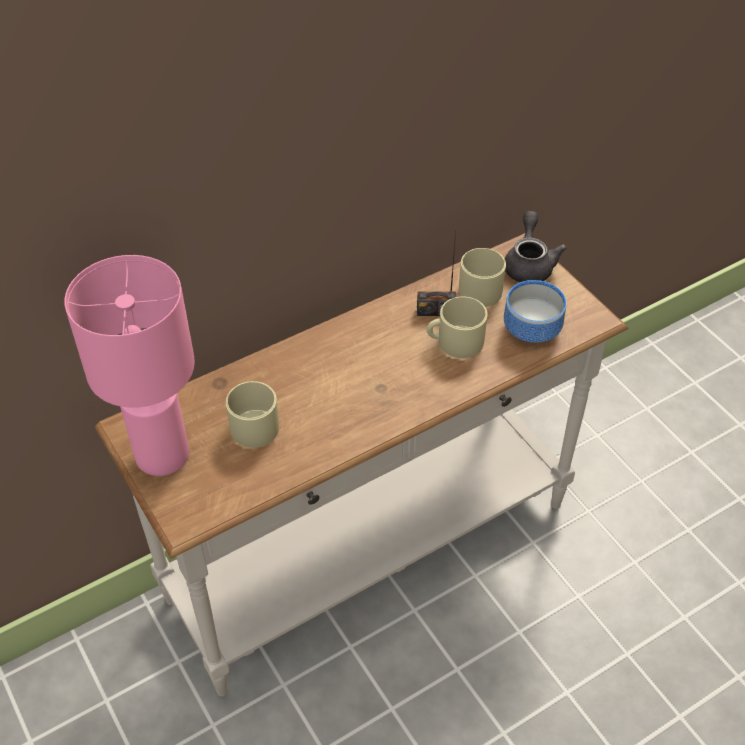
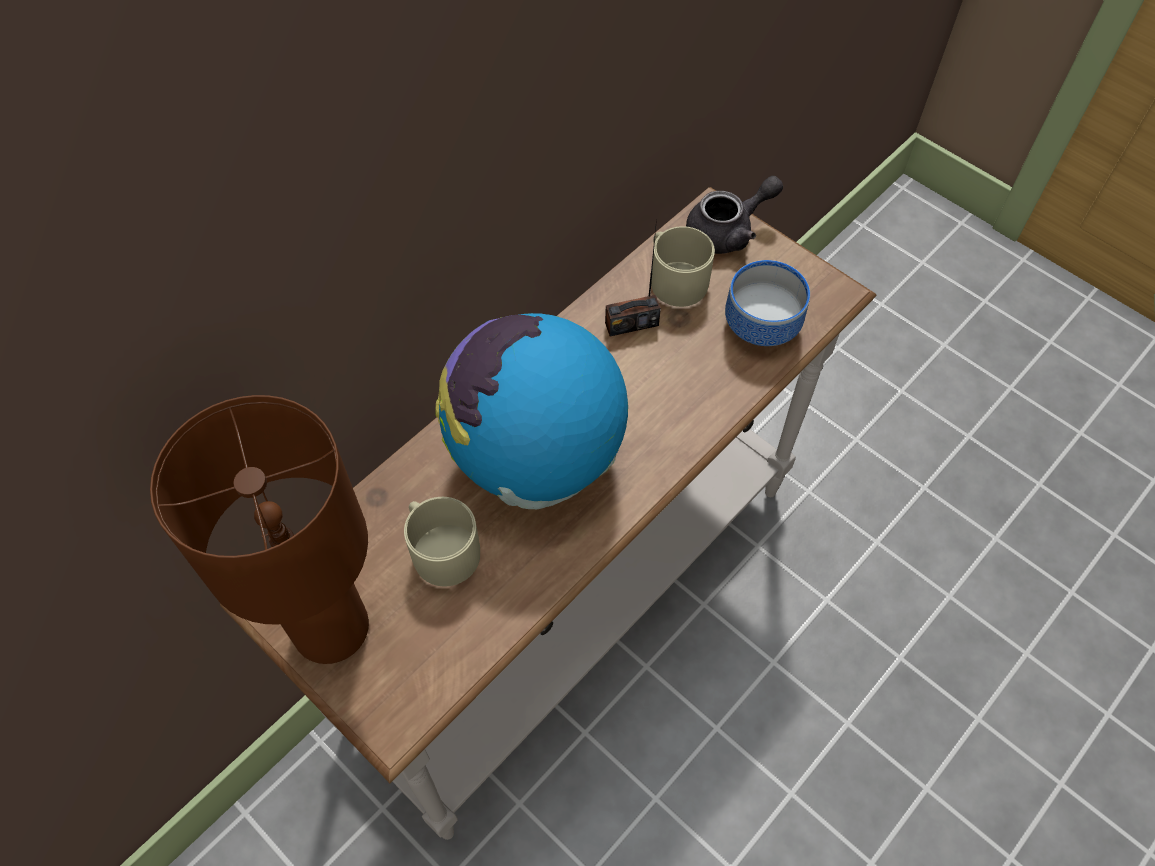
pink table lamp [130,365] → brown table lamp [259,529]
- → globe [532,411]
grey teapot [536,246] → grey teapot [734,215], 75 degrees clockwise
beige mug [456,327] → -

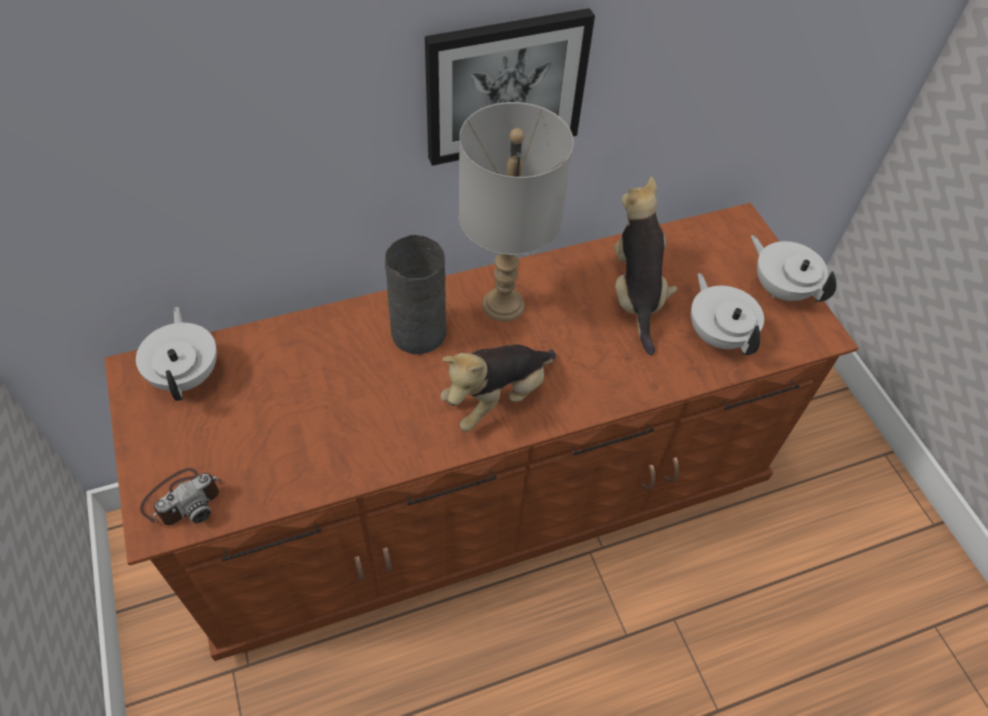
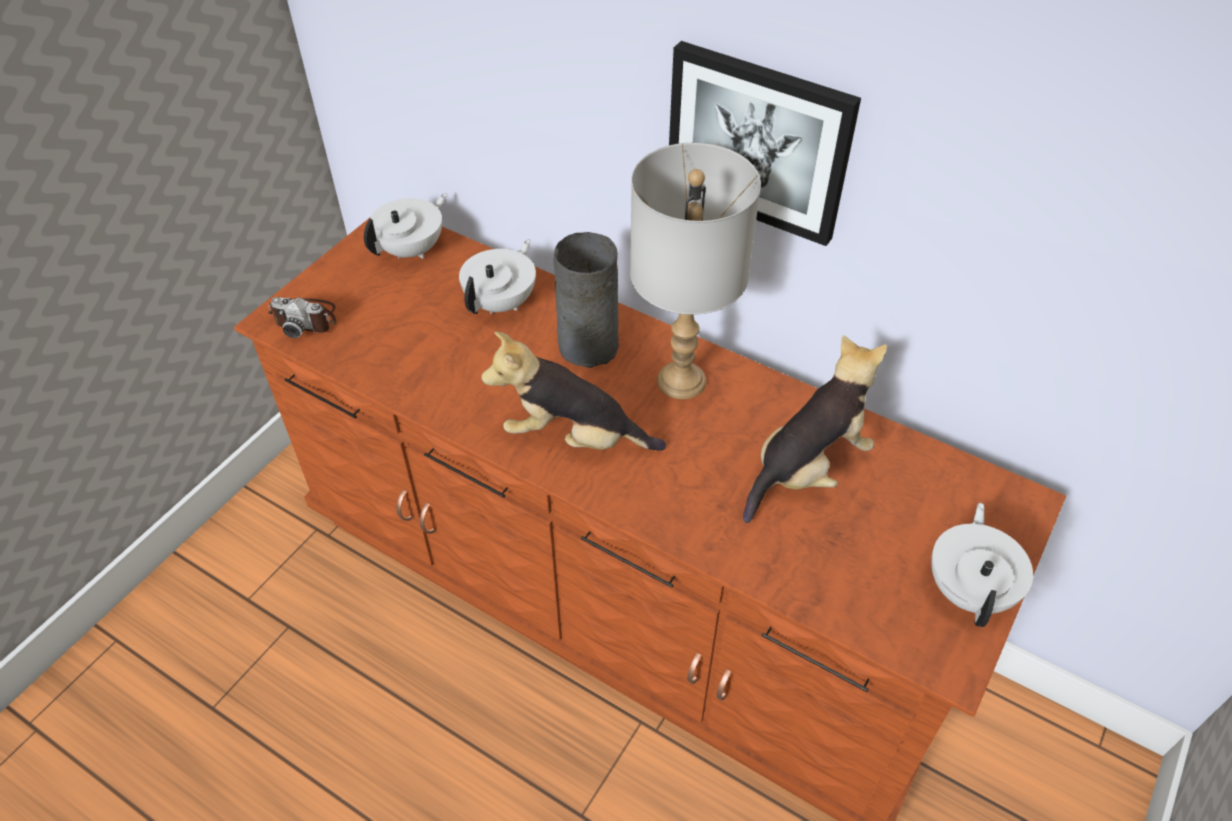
white teapot [727,314] → white teapot [497,277], moved

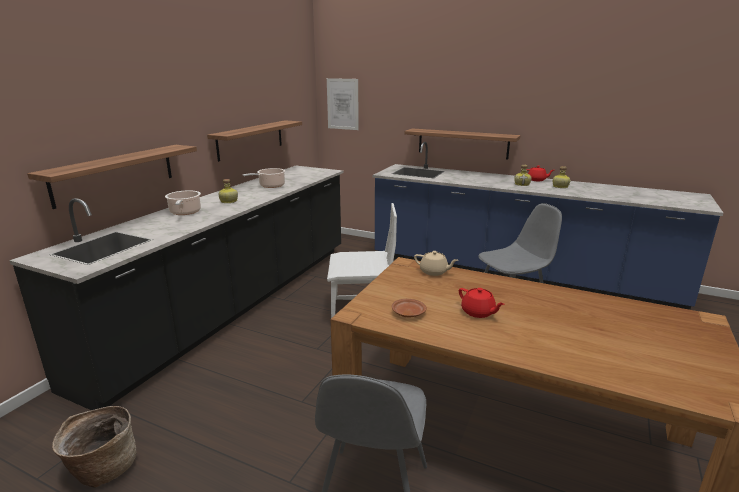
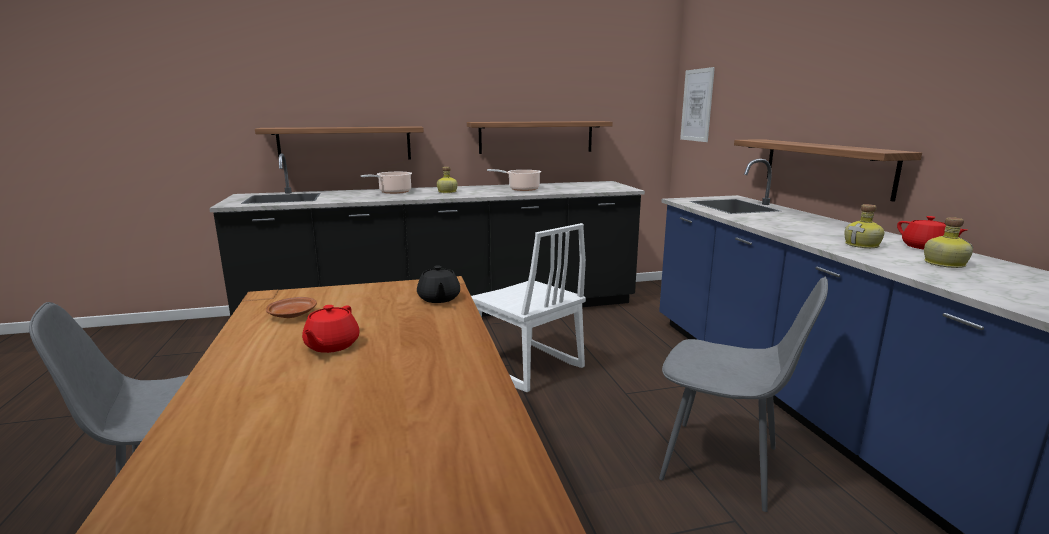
beige teapot [436,263] → black teapot [438,284]
basket [94,447] → -

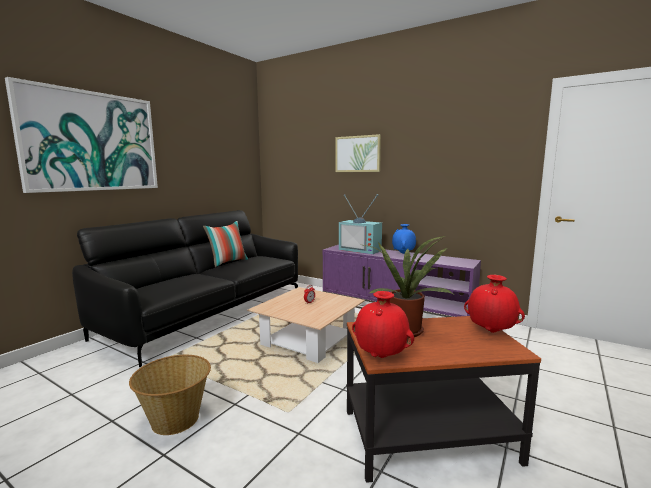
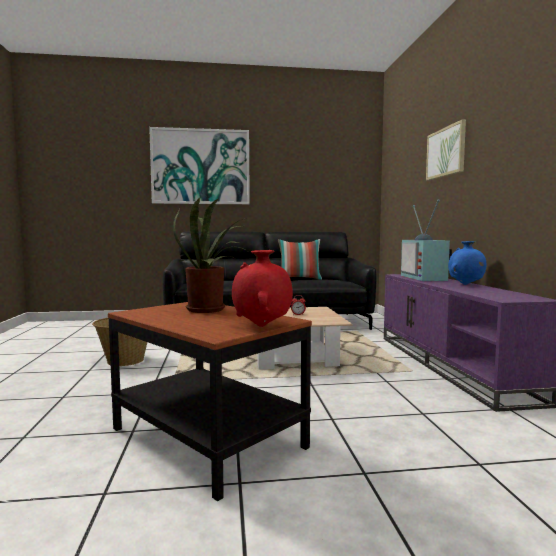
red vase [383,324] → -

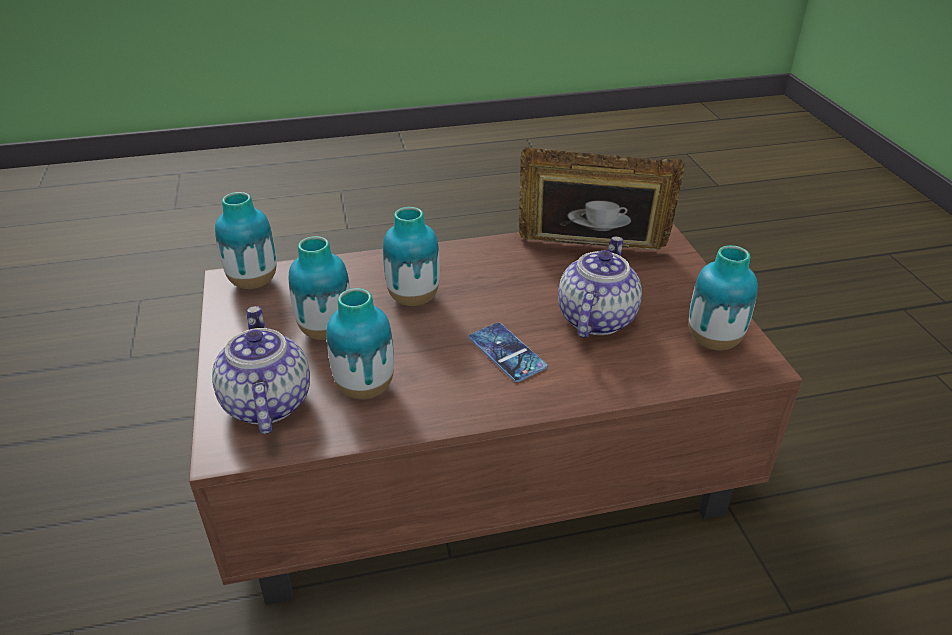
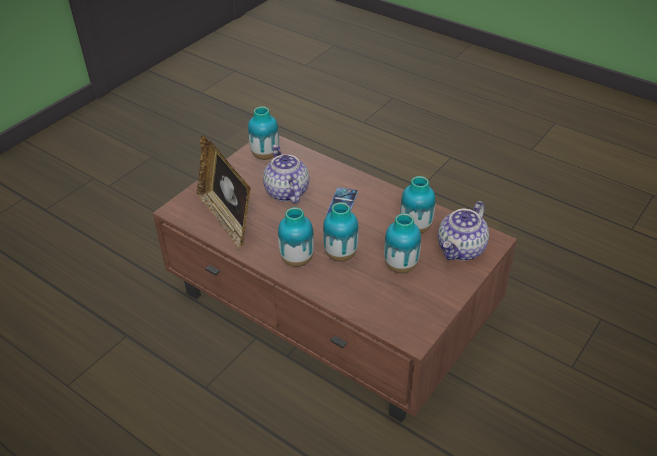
teapot [600,287] → teapot [286,174], 90 degrees clockwise
vase [245,240] → vase [296,237], moved

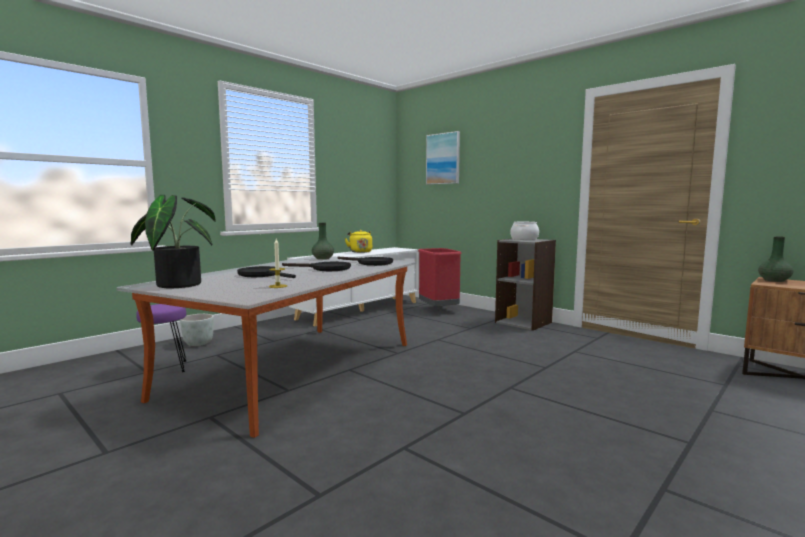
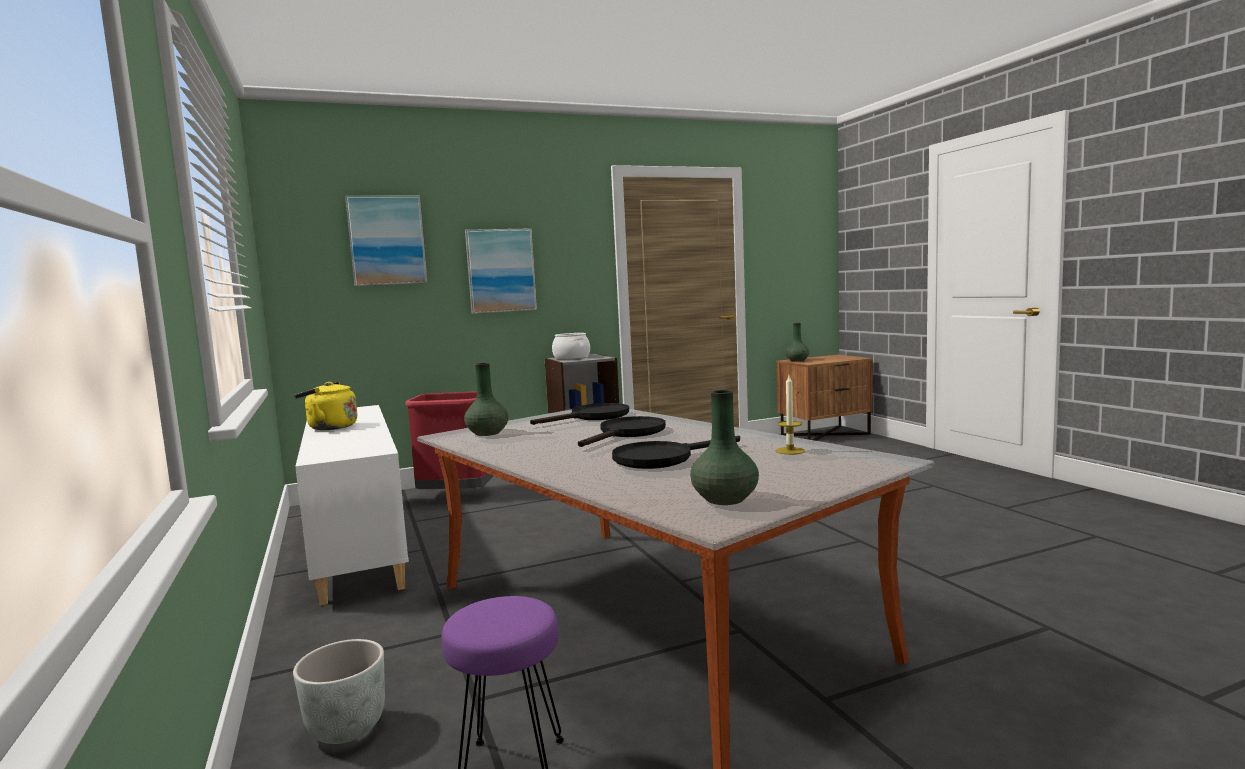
- → picture [501,271]
potted plant [173,241] → green vase [724,447]

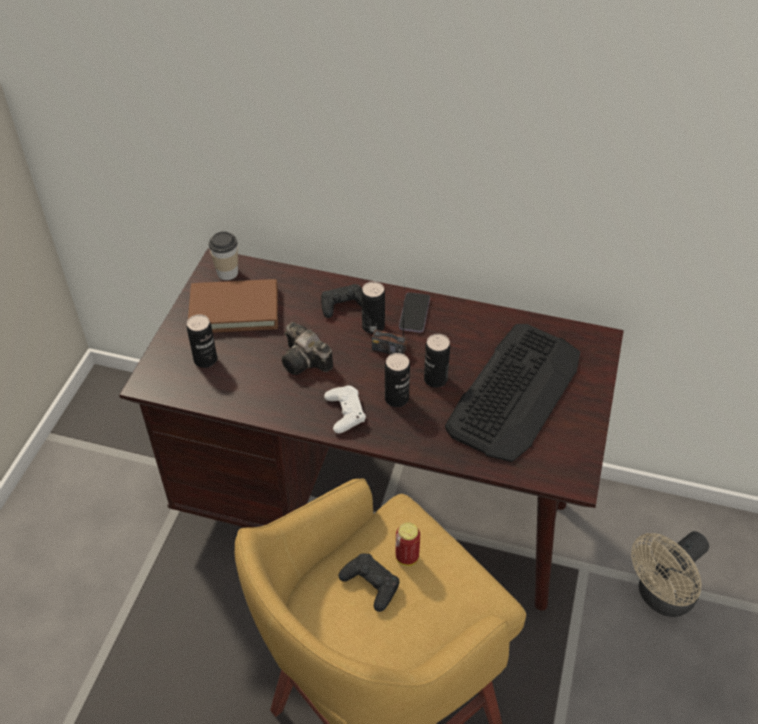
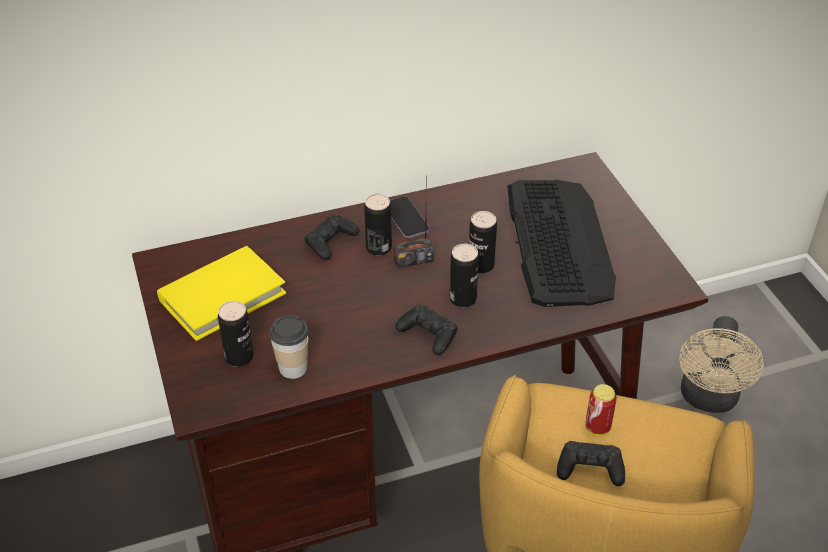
brown book [233,306] → yellow book [221,293]
cup [223,255] → cup [289,347], moved
white game controller [345,409] → black game controller [426,330]
photo camera [307,348] → -

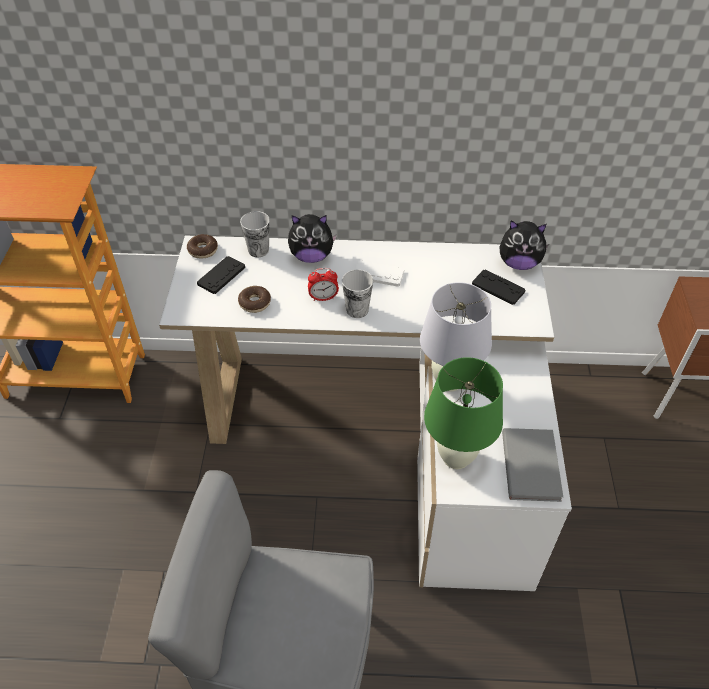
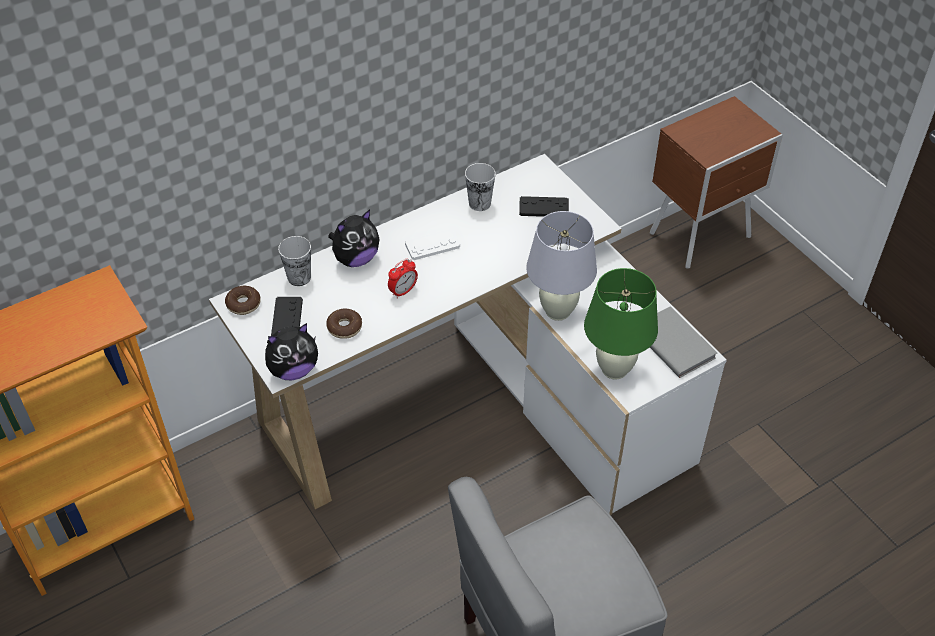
plush toy [524,245] → plush toy [291,351], moved
cup [357,294] → cup [480,187], moved

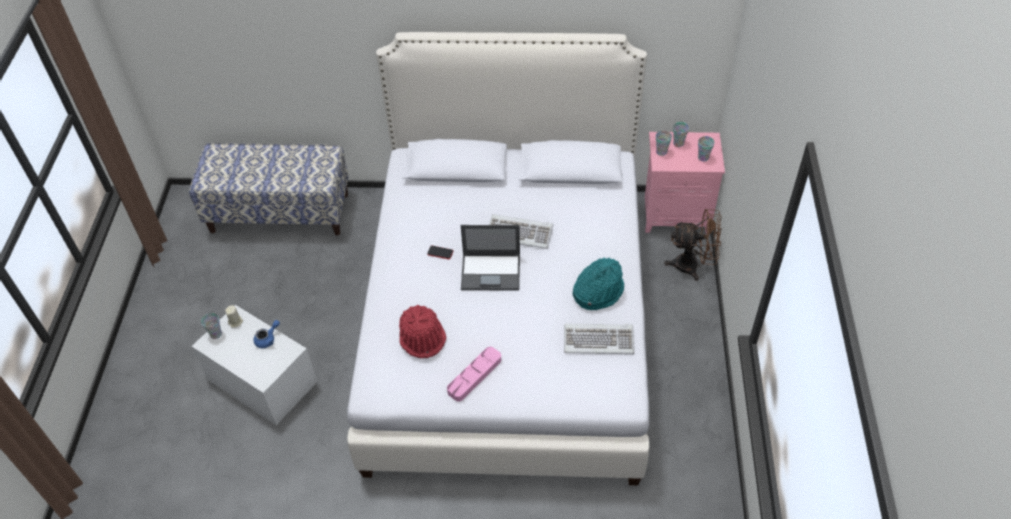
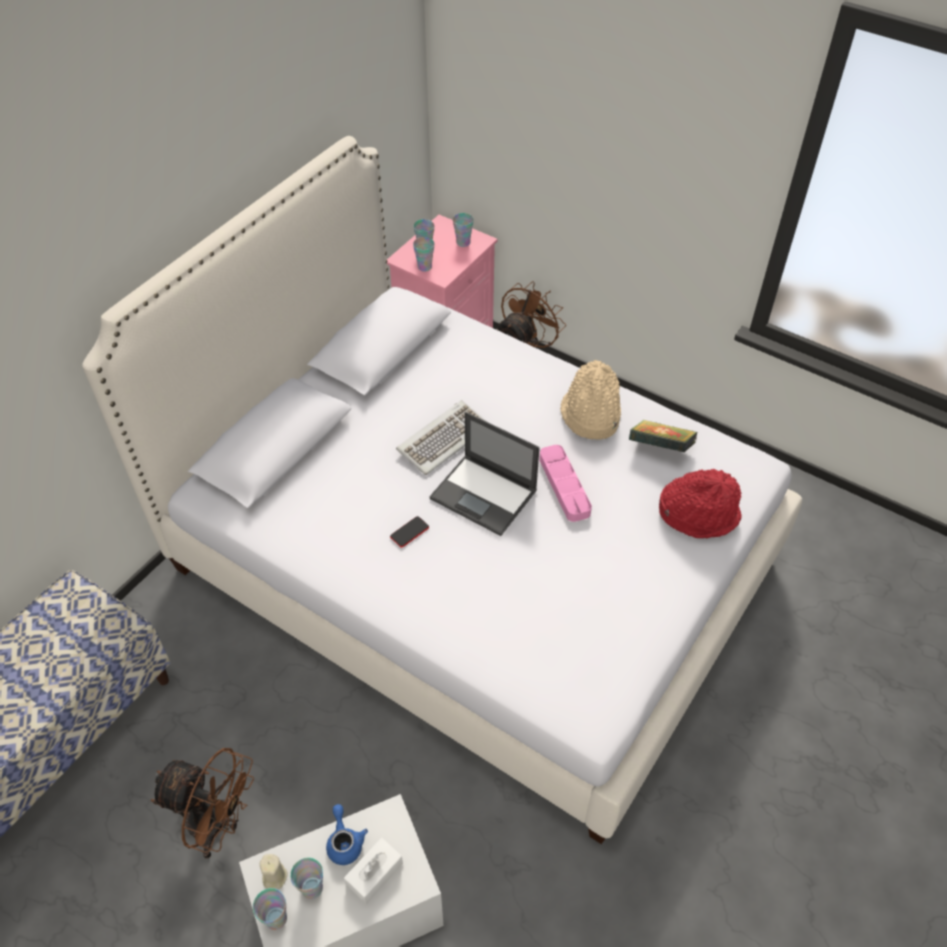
- → brown fan [202,803]
- → cup [306,878]
- → white tissue box [373,871]
laptop [490,258] → laptop [484,474], 90 degrees clockwise
pink tray [474,374] → pink tray [565,483], moved
turquoise hat [598,284] → beige hat [590,399]
keyboard [599,339] → book [663,436]
red hat [422,331] → red hat [700,503], moved

